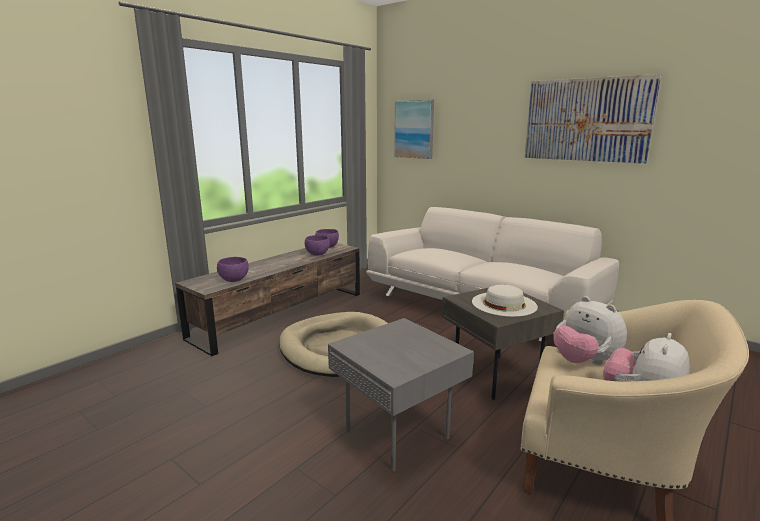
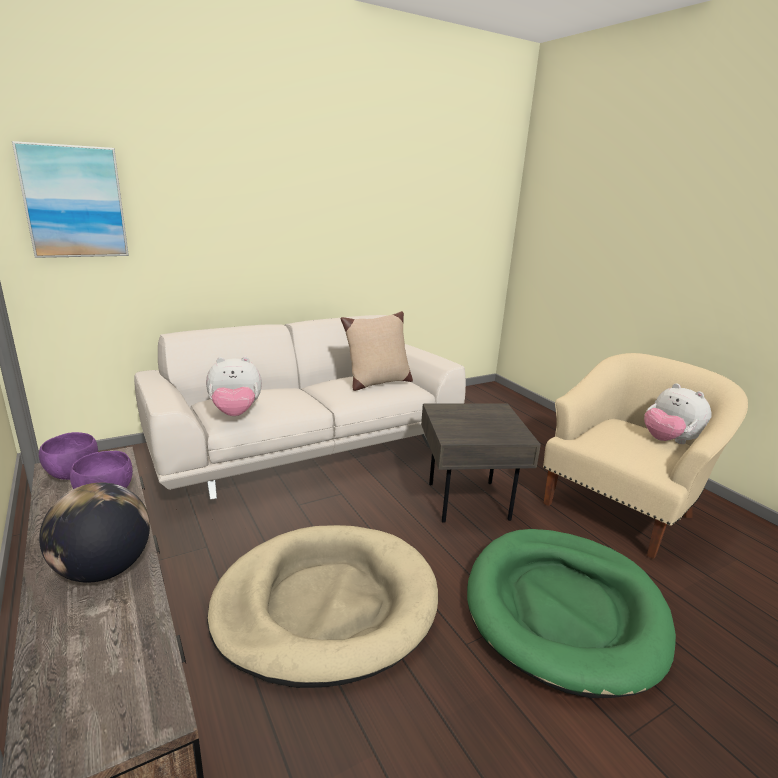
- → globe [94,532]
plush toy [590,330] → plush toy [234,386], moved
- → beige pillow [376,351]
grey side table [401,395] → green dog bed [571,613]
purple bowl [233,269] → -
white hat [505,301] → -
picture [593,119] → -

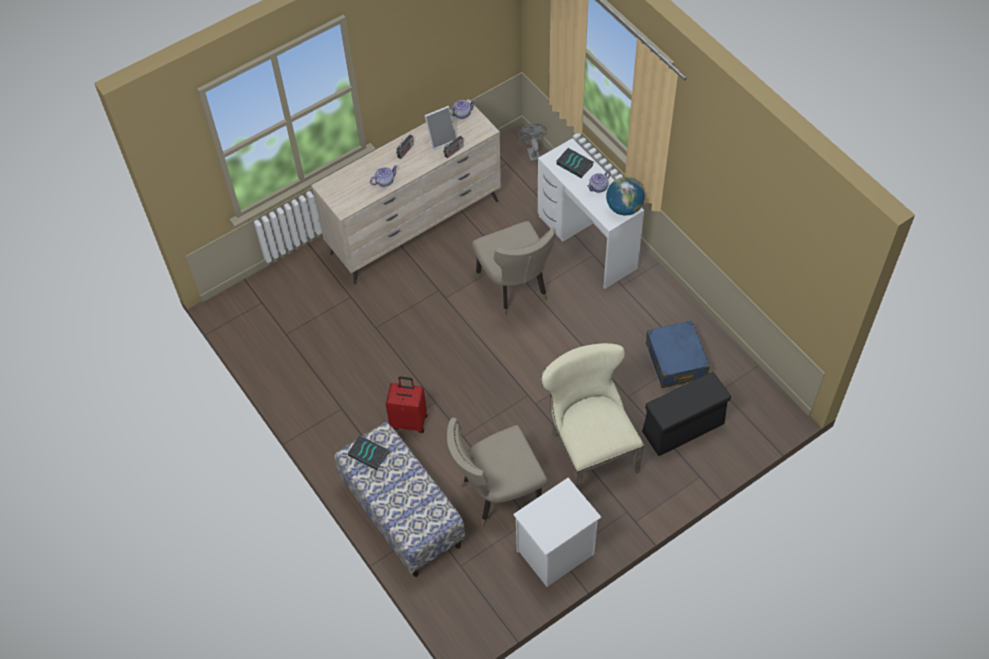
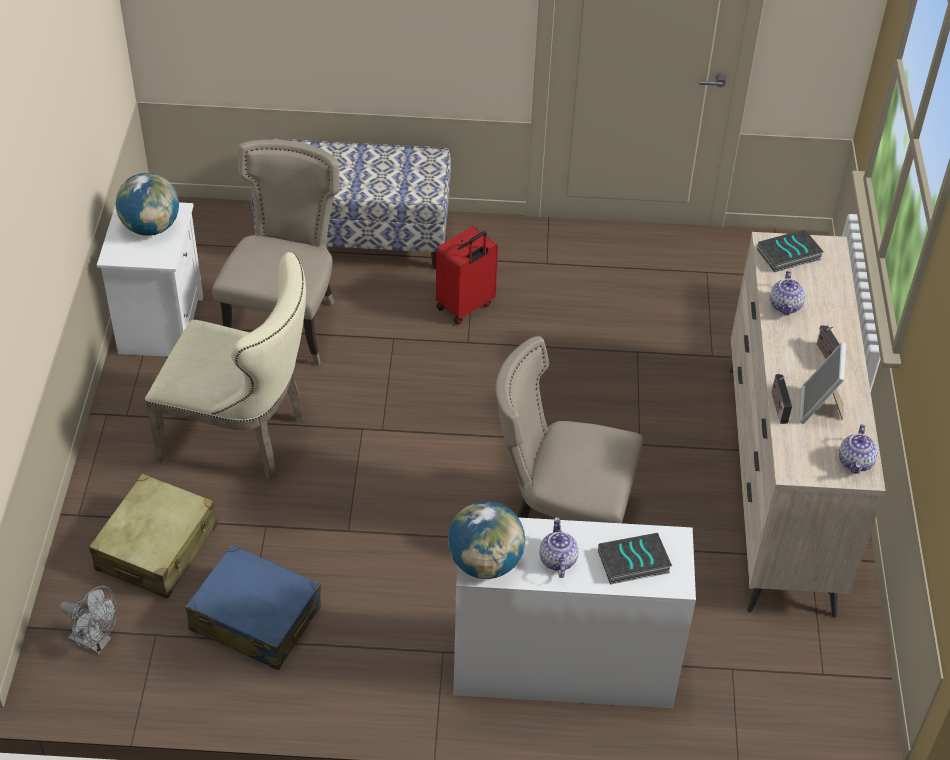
grey fan [532,143] → grey fan [88,620], moved
black storage box [686,414] → beige suitcase [153,536]
- → globe [147,204]
book [368,452] → book [790,251], moved

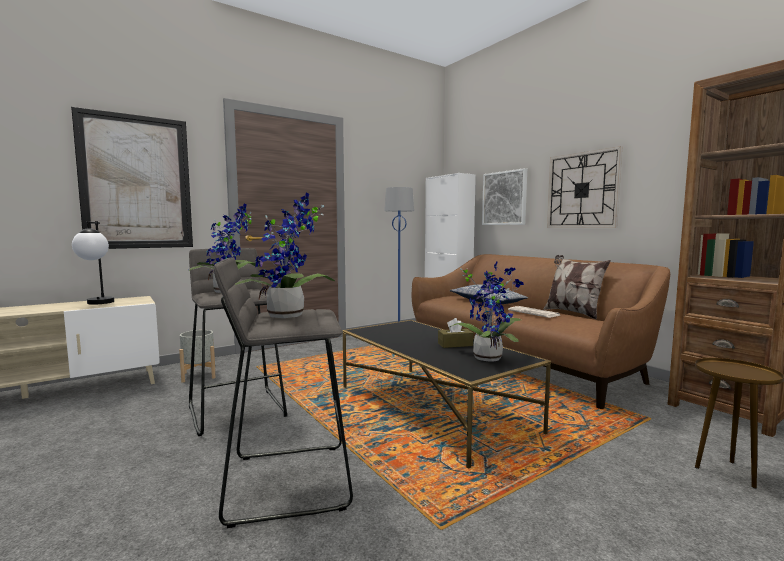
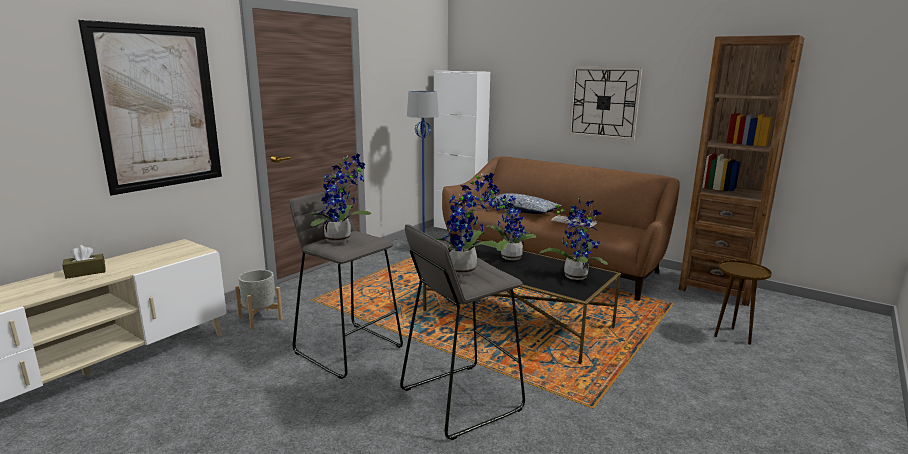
brown tissue box [456,333] → brown tissue box [84,262], moved
- → potted plant [512,224]
table lamp [93,263] → -
picture [504,196] → -
pillow [577,287] → -

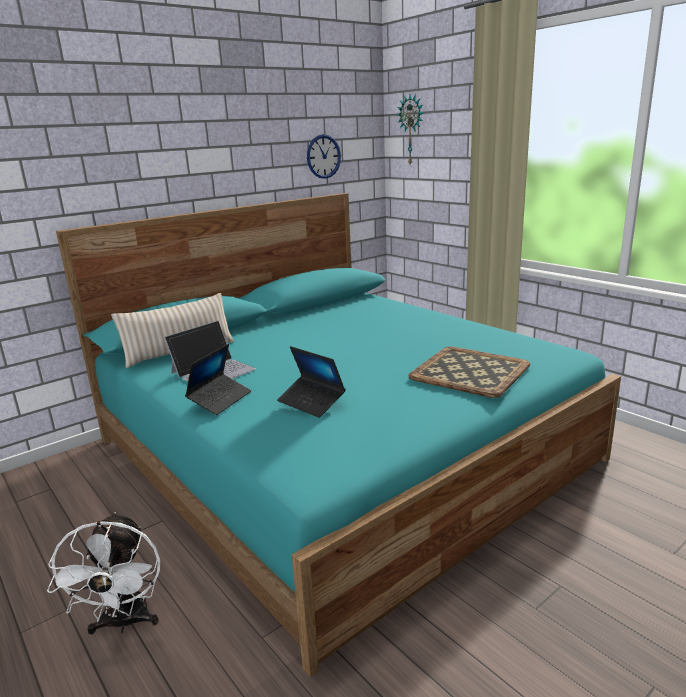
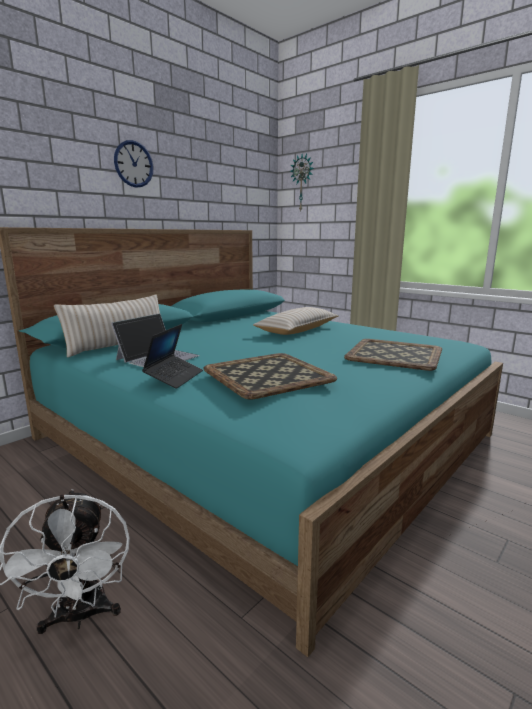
wall clock [324,156] → wall clock [134,164], moved
laptop [311,382] → tray [270,376]
- → beige pillow [296,321]

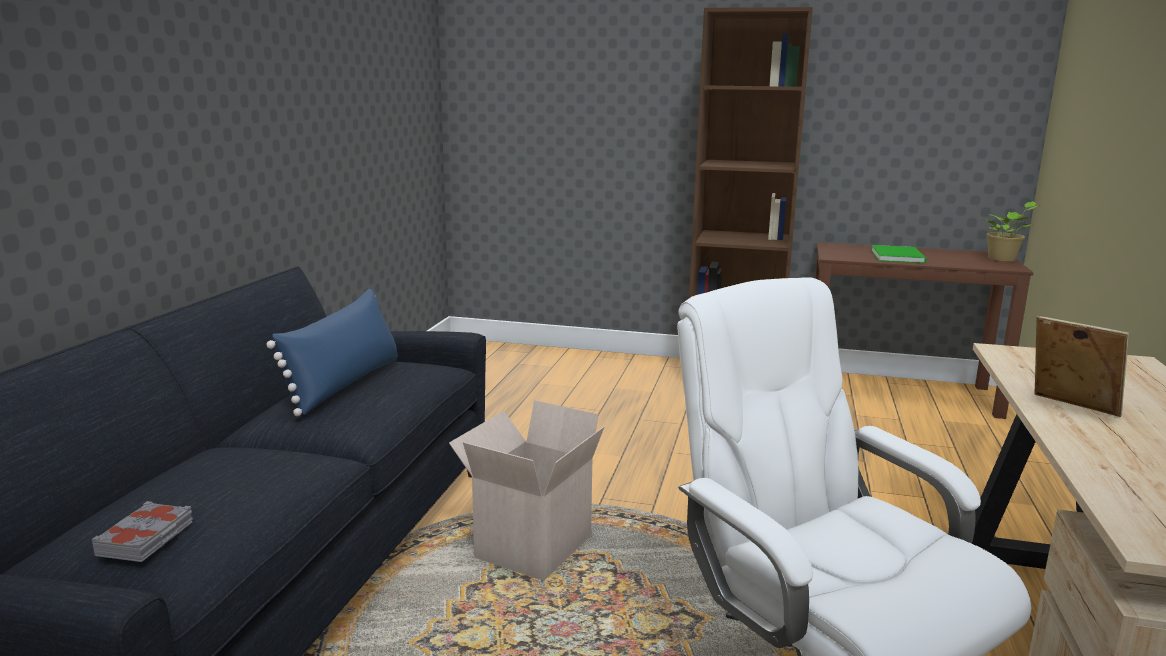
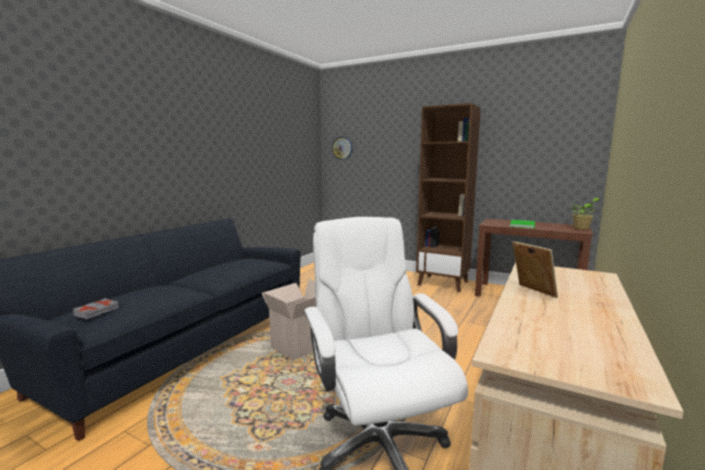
- → wall clock [342,148]
blue pillow [331,352] → -

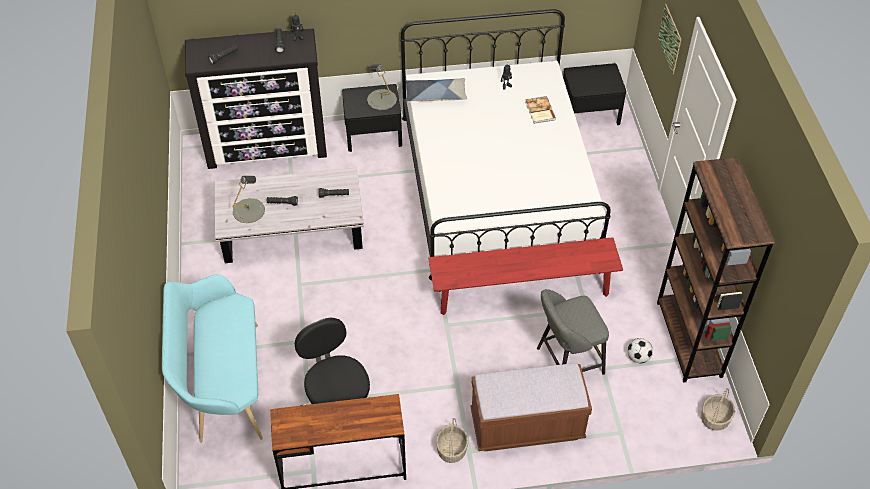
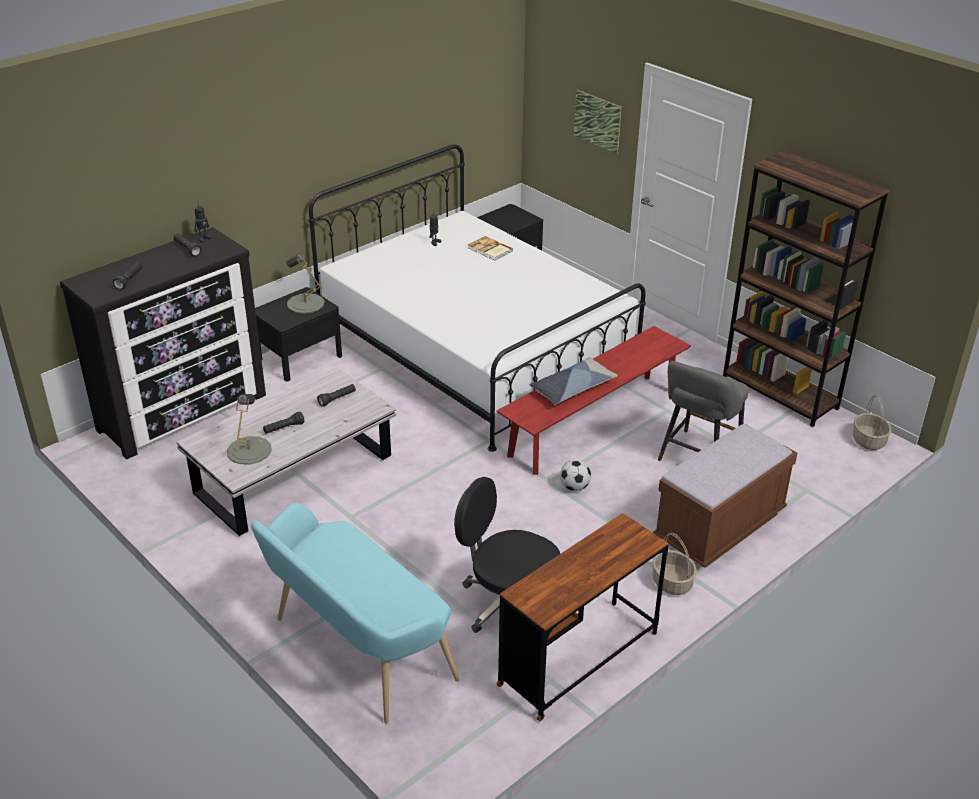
pillow [436,90] → pillow [573,381], moved
football [640,350] → football [575,475], moved

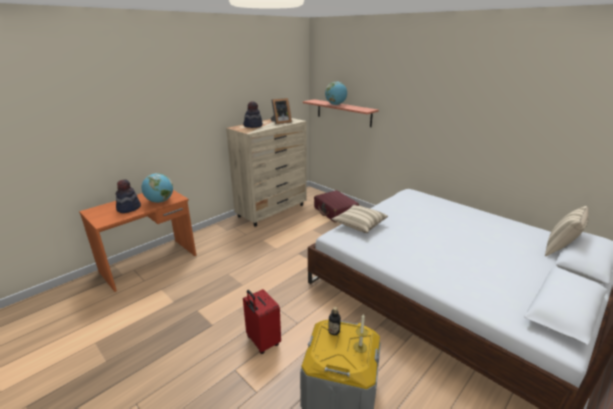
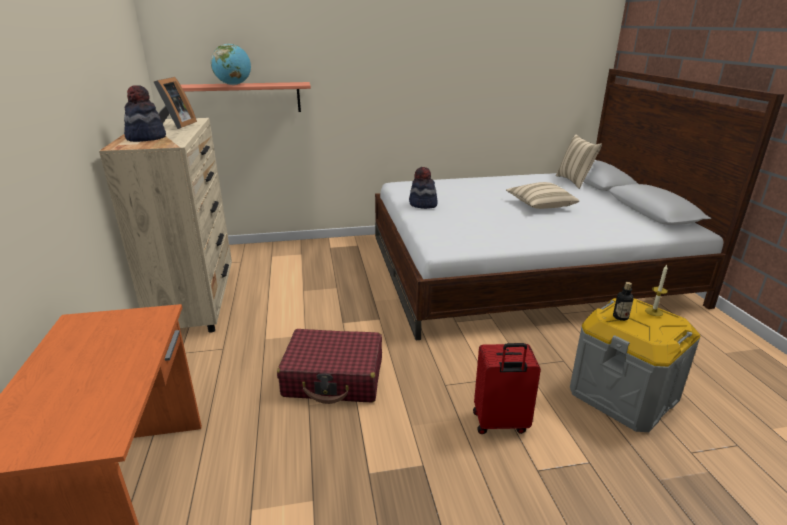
red suitcase [336,206] → red suitcase [329,366], moved
hat [128,196] → hat [423,188], moved
beige pillow [359,219] → beige pillow [542,195], moved
globe [157,188] → -

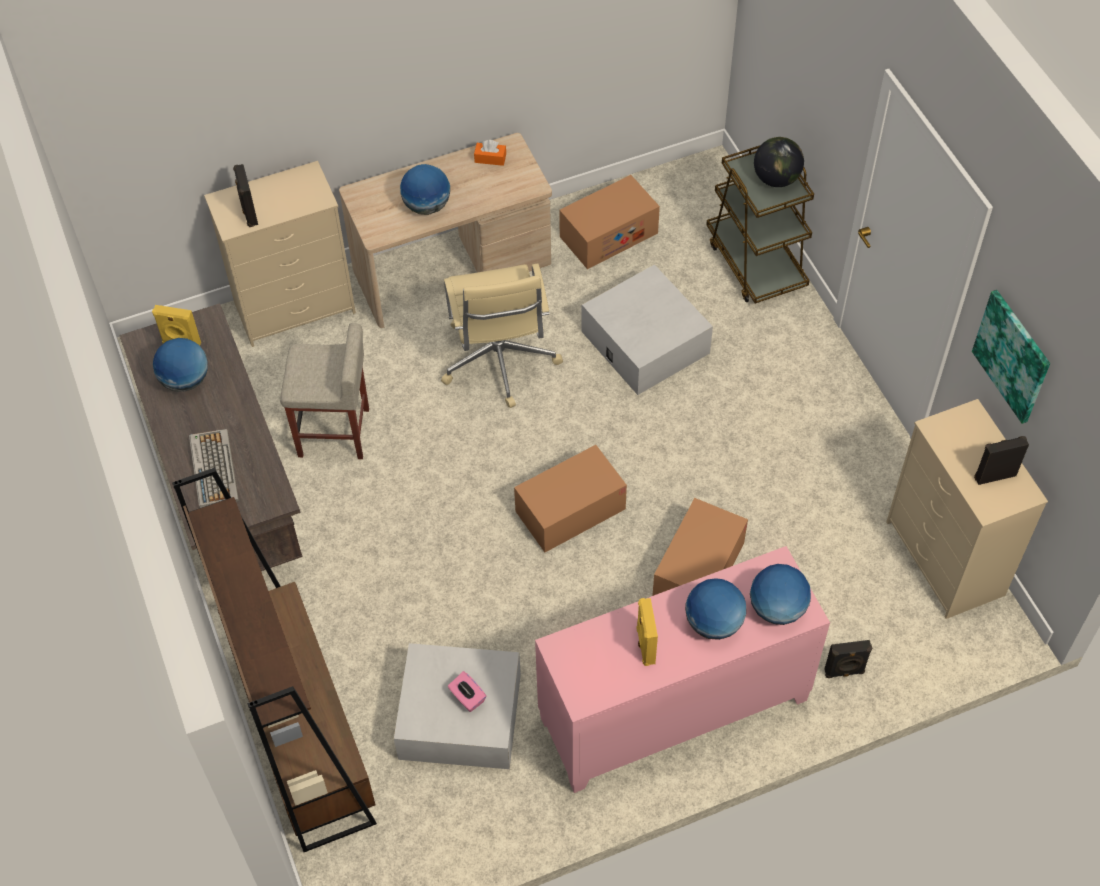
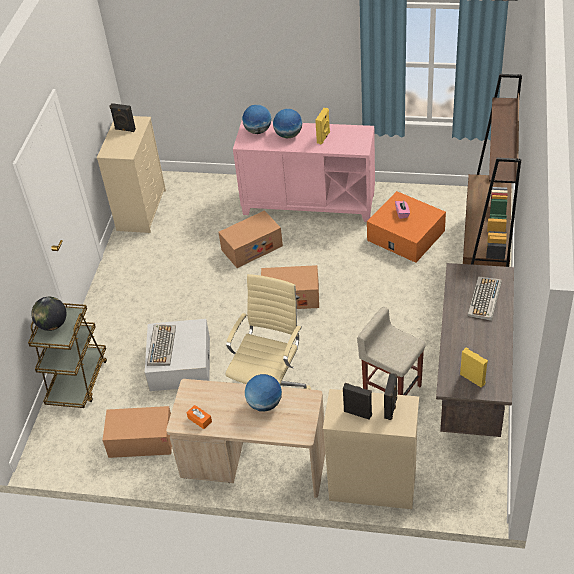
- → keyboard [161,345]
black speaker [848,659] → black speaker [357,401], moved
white storage box [457,706] → orange storage box [406,227]
globe [180,365] → -
picture [1011,357] → -

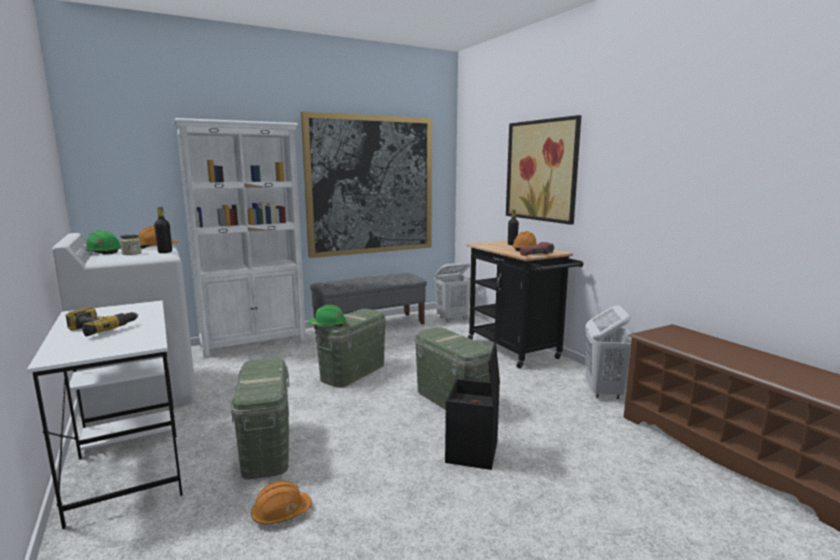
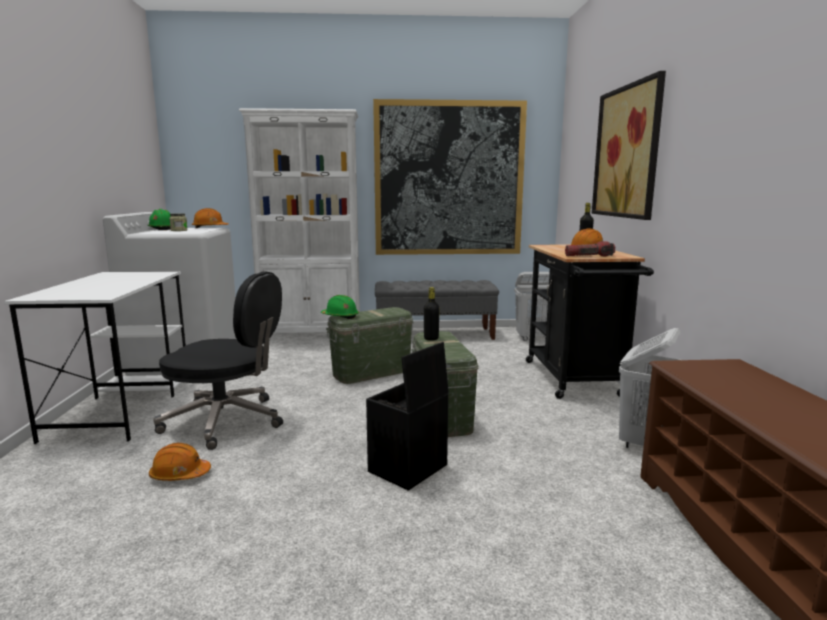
green storage box [260,418] → black office chair [218,360]
black bottle [163,230] → black bottle [431,314], moved
power drill [101,321] → -

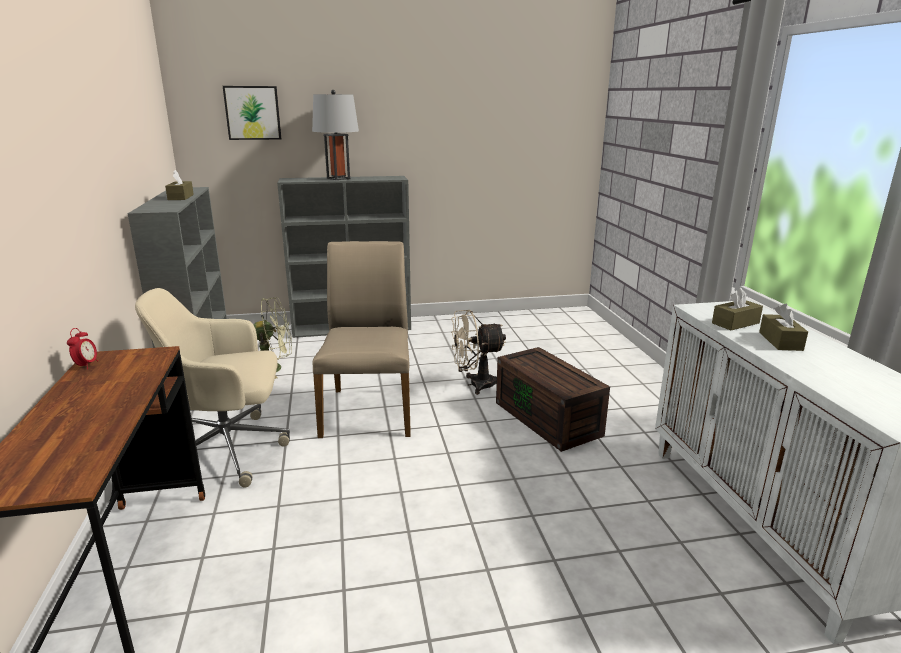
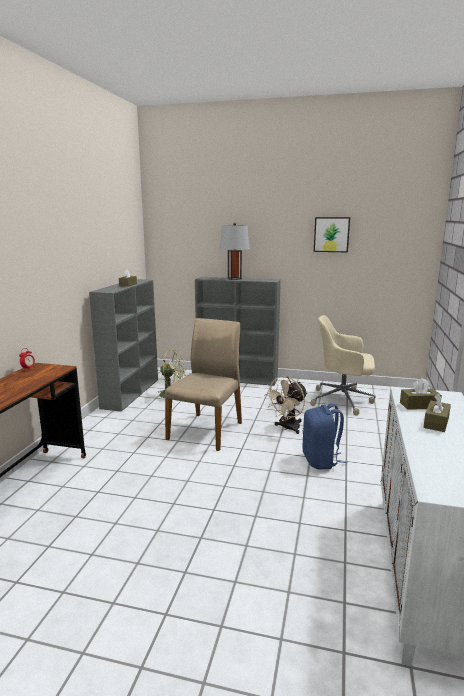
beige fan [478,352] → beige fan [286,405], 60 degrees counterclockwise
brown storage box [553,399] → blue backpack [324,436]
beige office chair [212,387] → beige office chair [343,365], moved
picture [252,113] → picture [332,234], moved

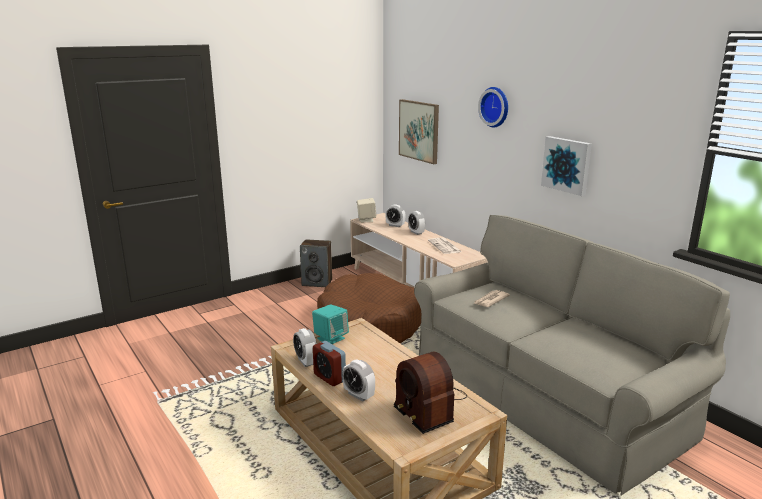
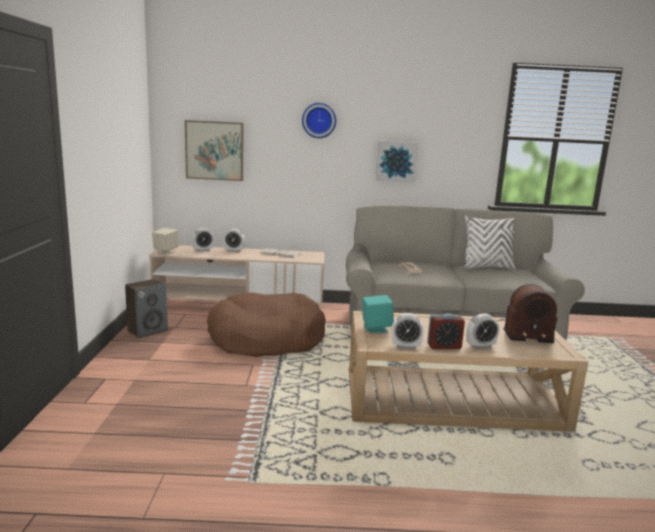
- → white pillow [489,242]

